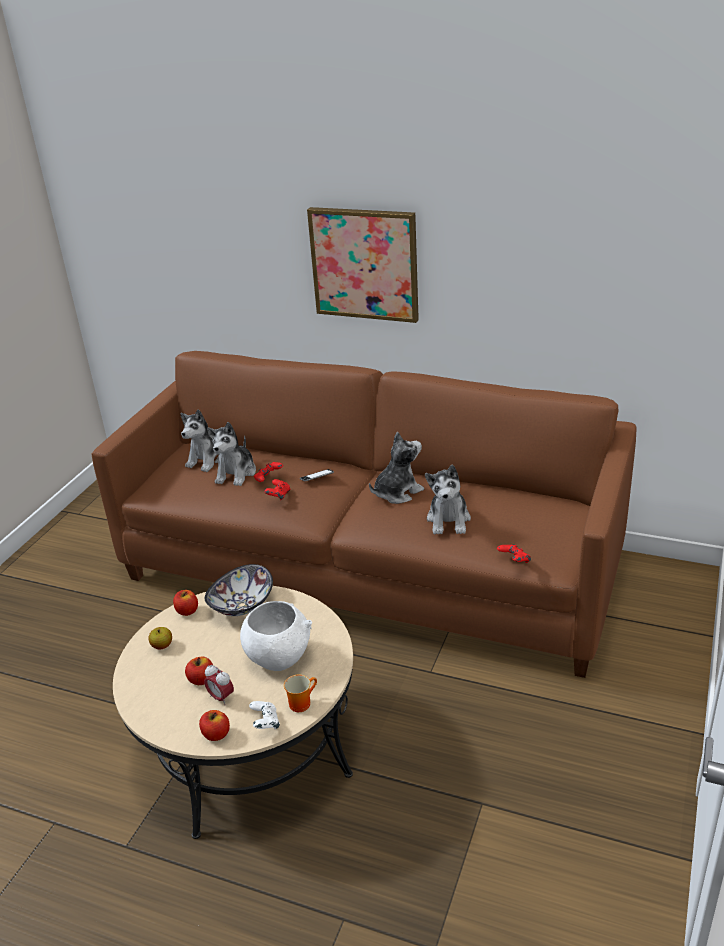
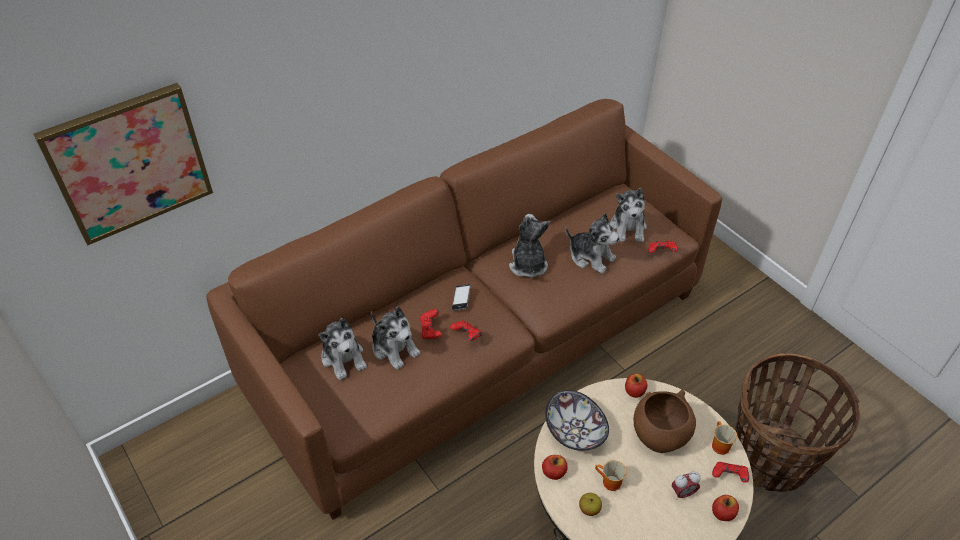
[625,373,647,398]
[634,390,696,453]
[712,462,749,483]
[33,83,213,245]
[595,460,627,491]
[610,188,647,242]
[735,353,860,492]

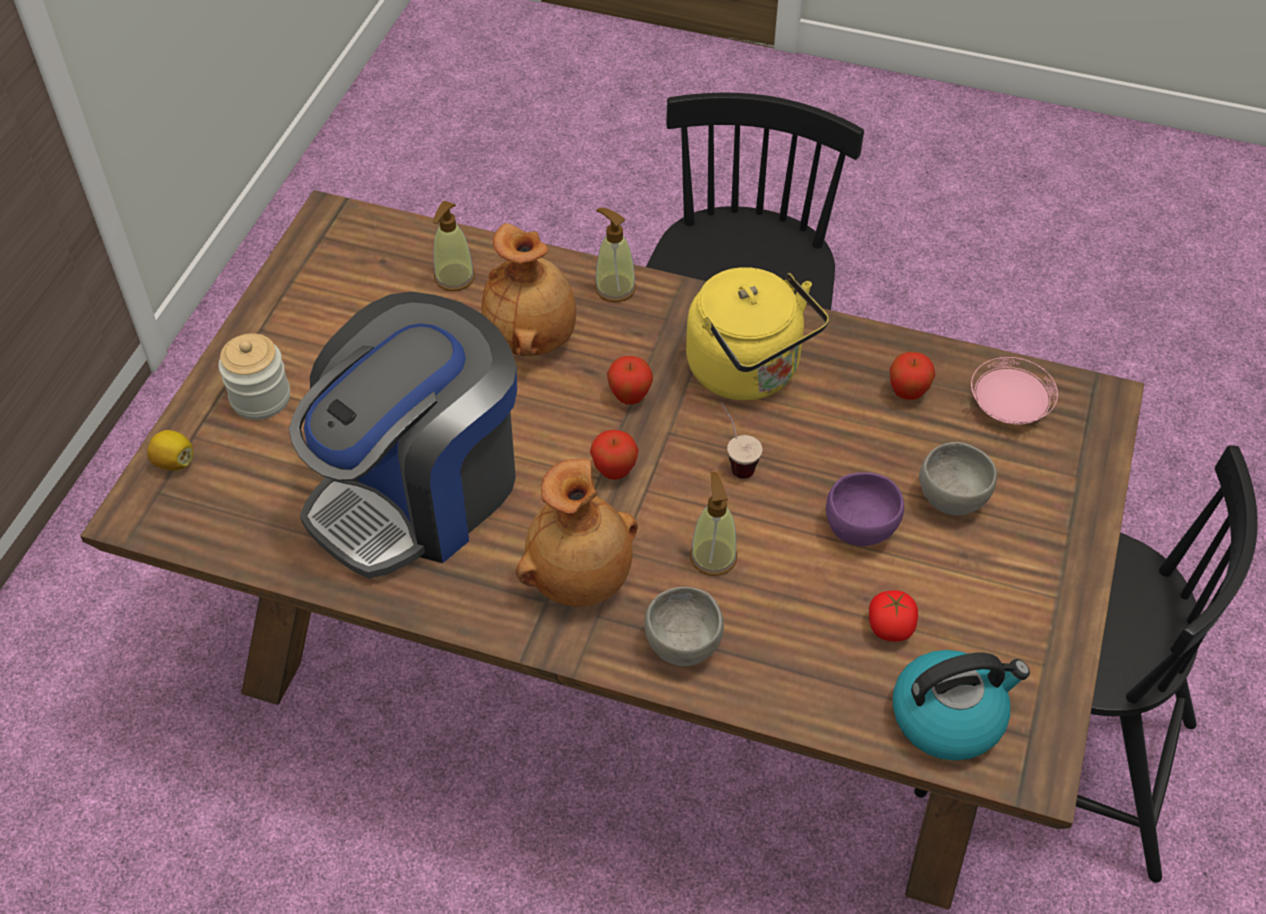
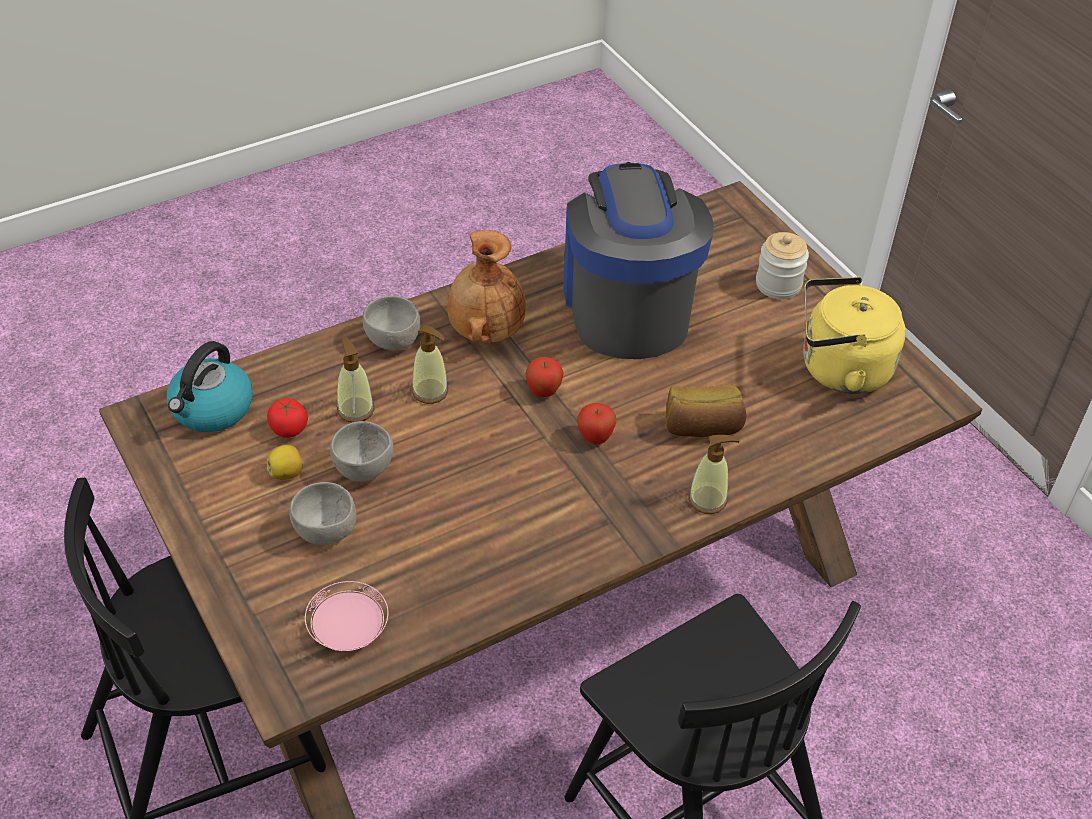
[267,444,303,480]
[337,336,375,422]
[665,385,746,437]
[803,277,906,394]
[721,402,763,479] (first image)
[330,421,393,482]
[890,352,935,400] (first image)

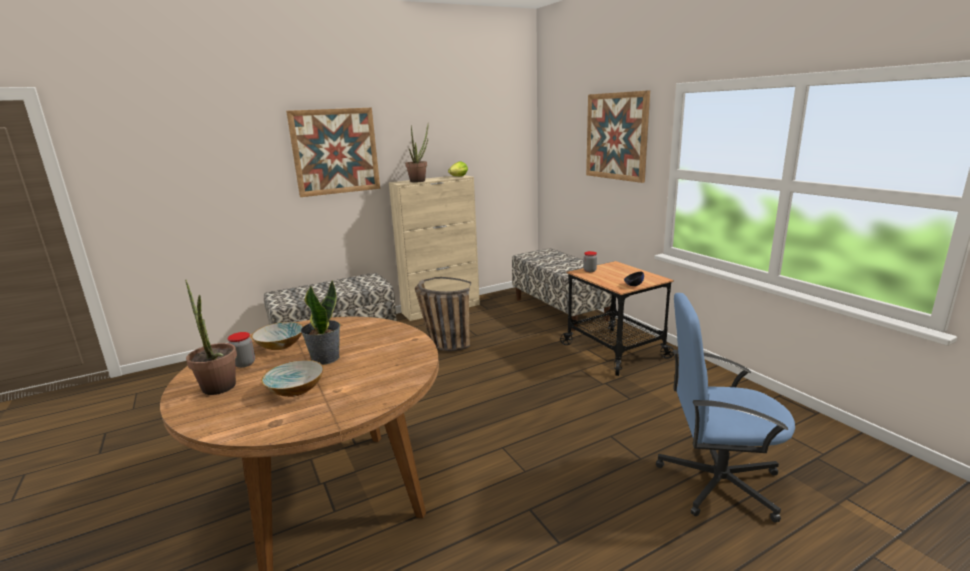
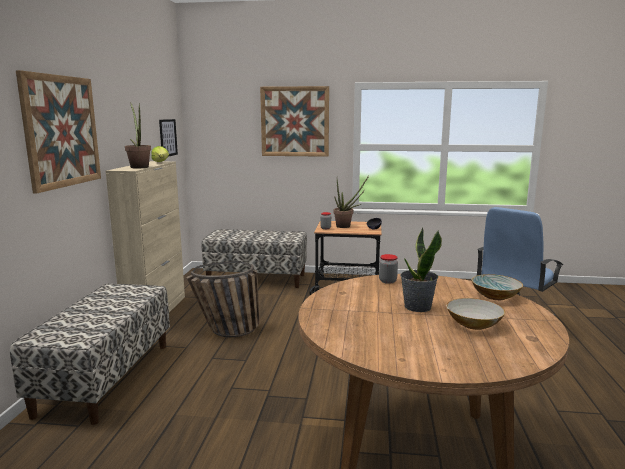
[333,176,369,228]
[379,254,398,284]
[472,274,523,300]
[159,119,178,157]

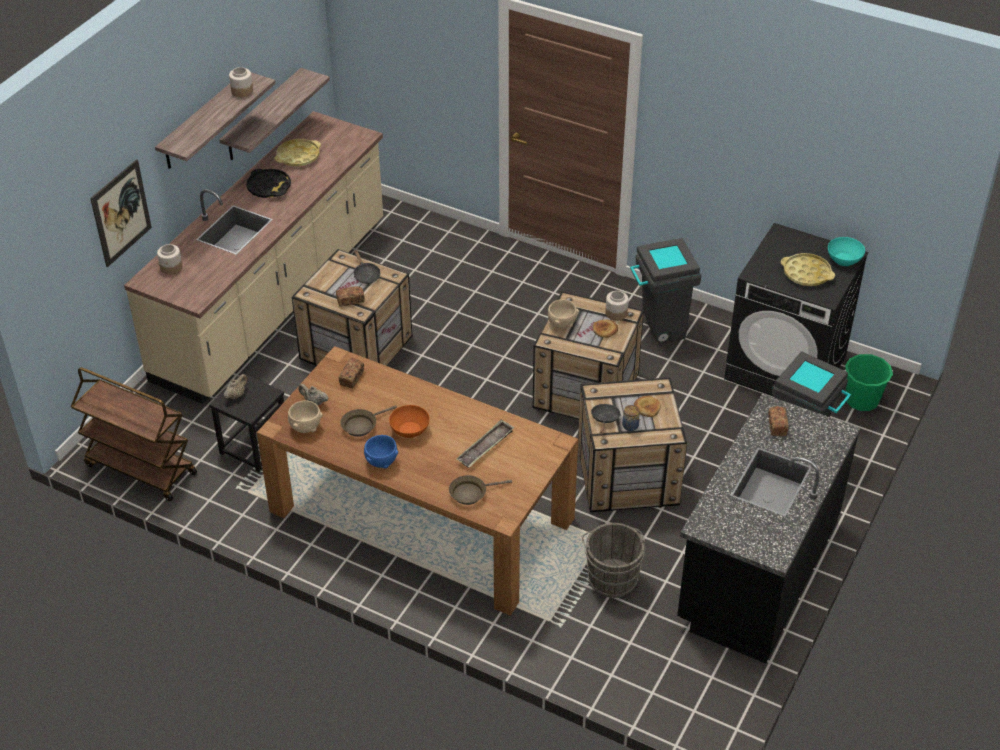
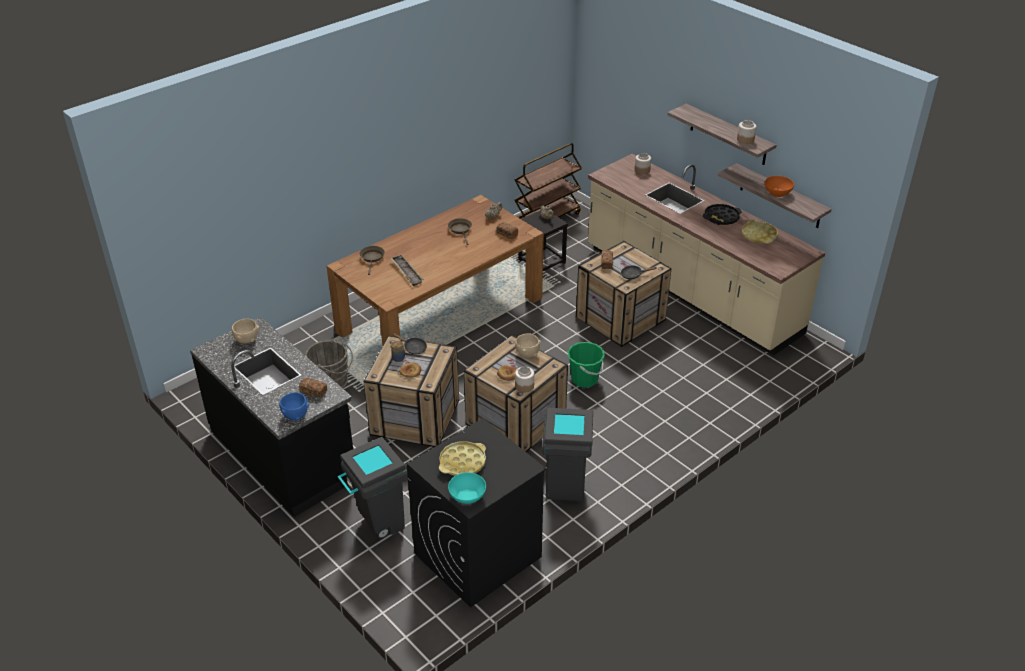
[90,159,152,267] (first image)
[232,319,259,344]
[279,392,309,421]
[765,176,794,197]
[567,342,605,388]

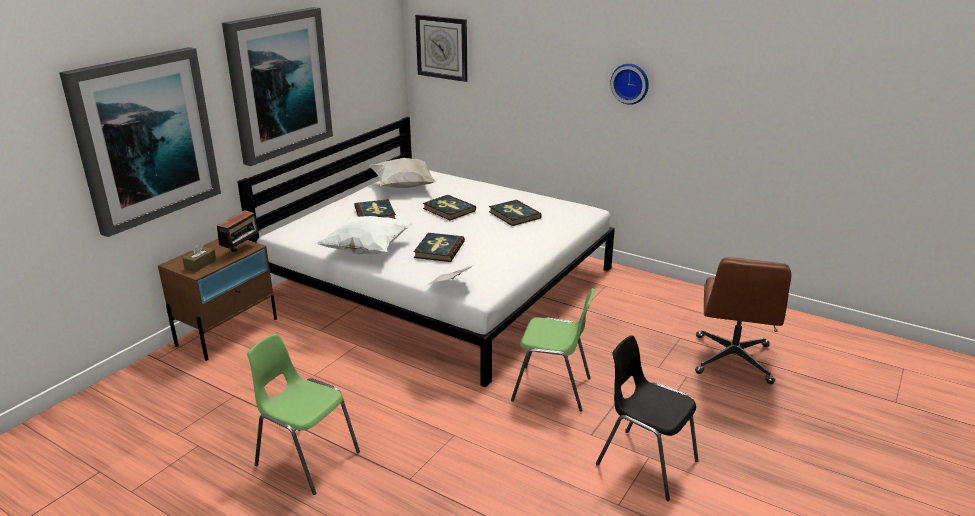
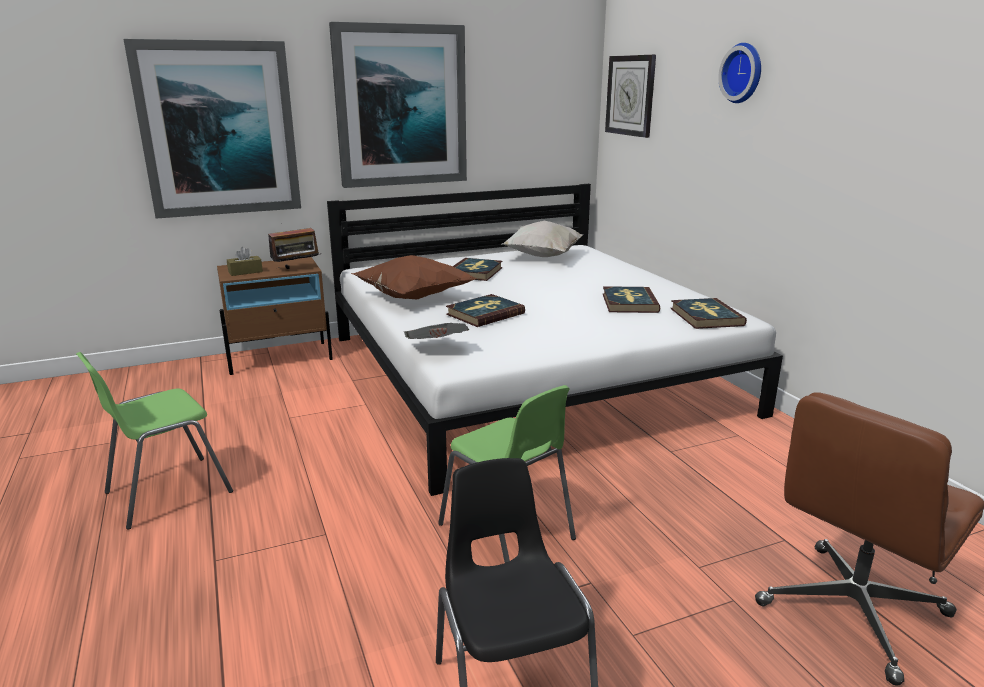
[76,352,233,529]
[351,255,476,300]
[670,298,747,329]
[718,43,761,103]

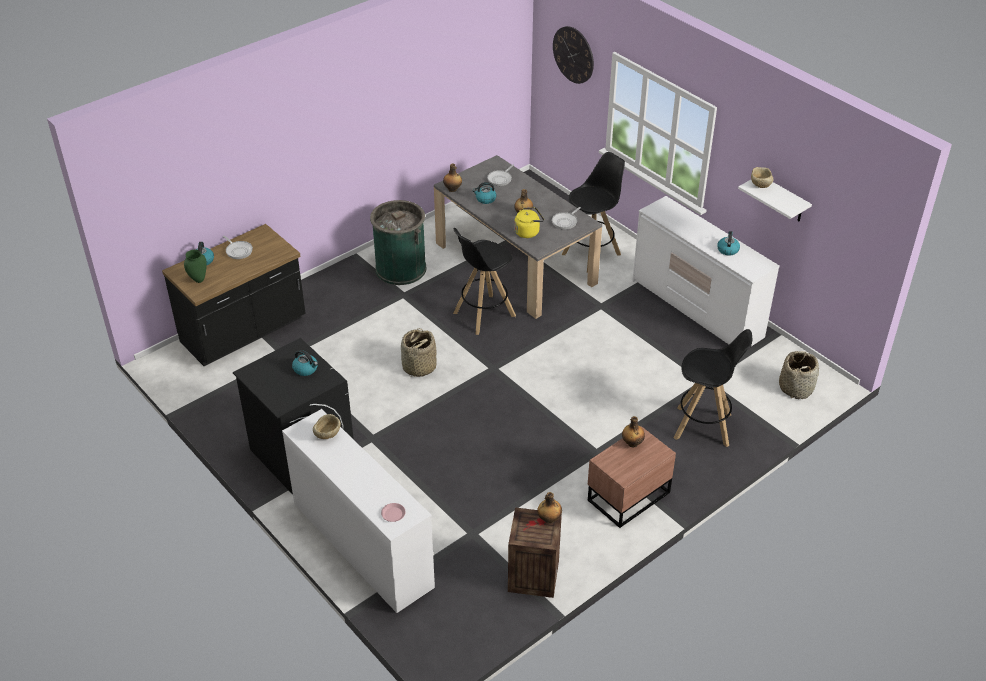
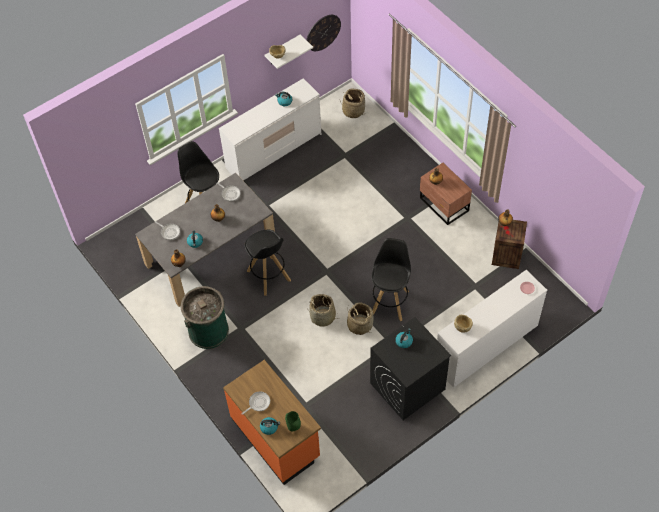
[223,360,321,485]
[514,207,544,238] (first image)
[306,15,341,51]
[372,238,411,322]
[347,302,373,335]

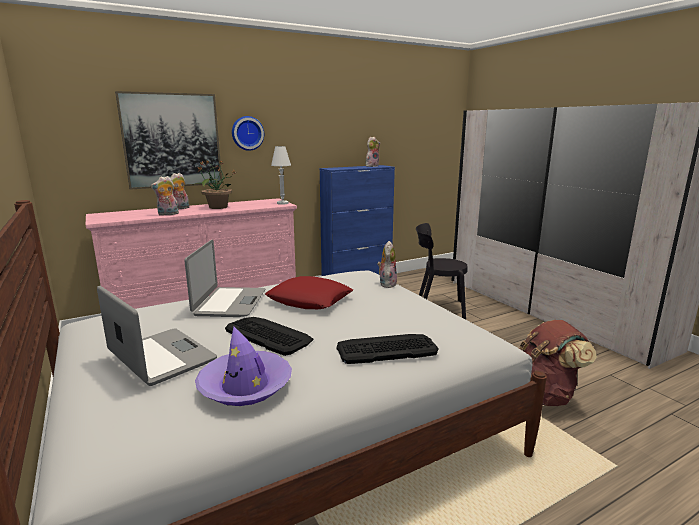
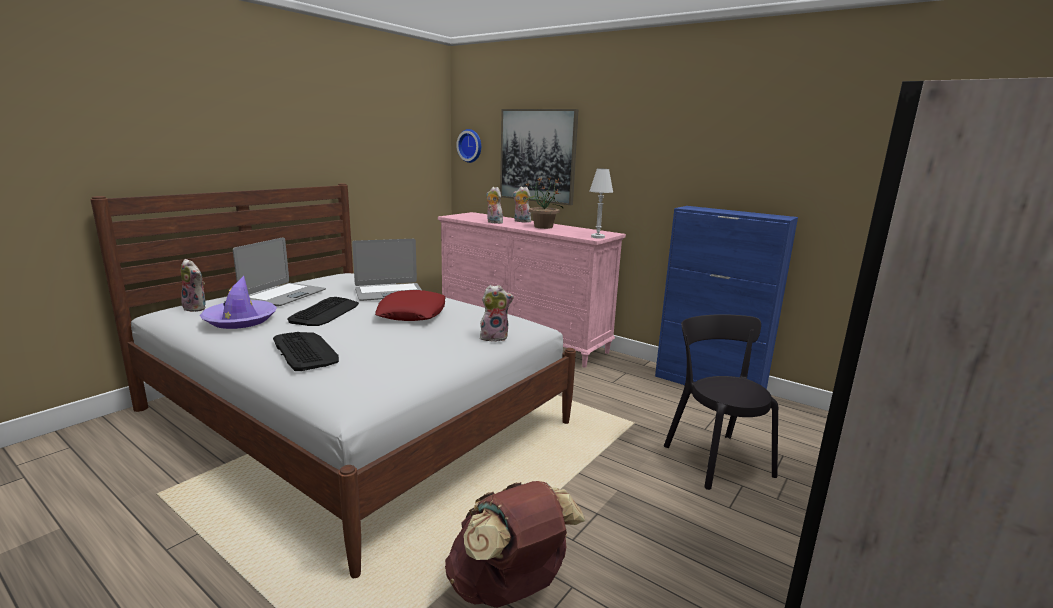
[456,129,481,163]
[181,259,206,312]

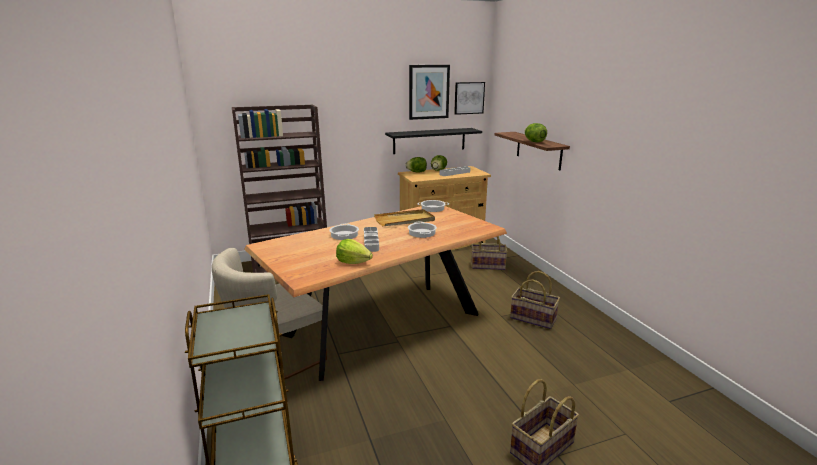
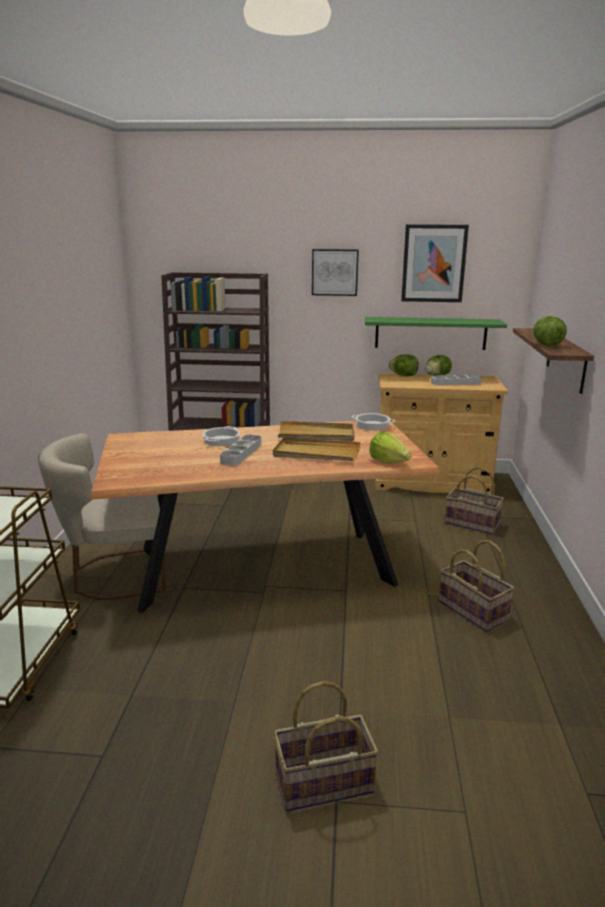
[369,432,411,463]
[365,317,507,350]
[273,438,360,461]
[312,249,359,296]

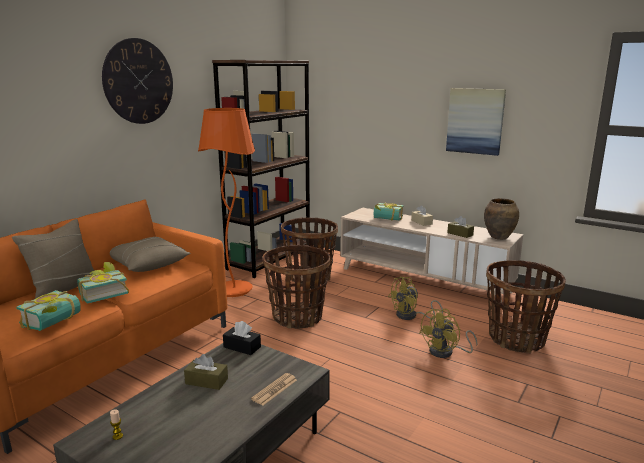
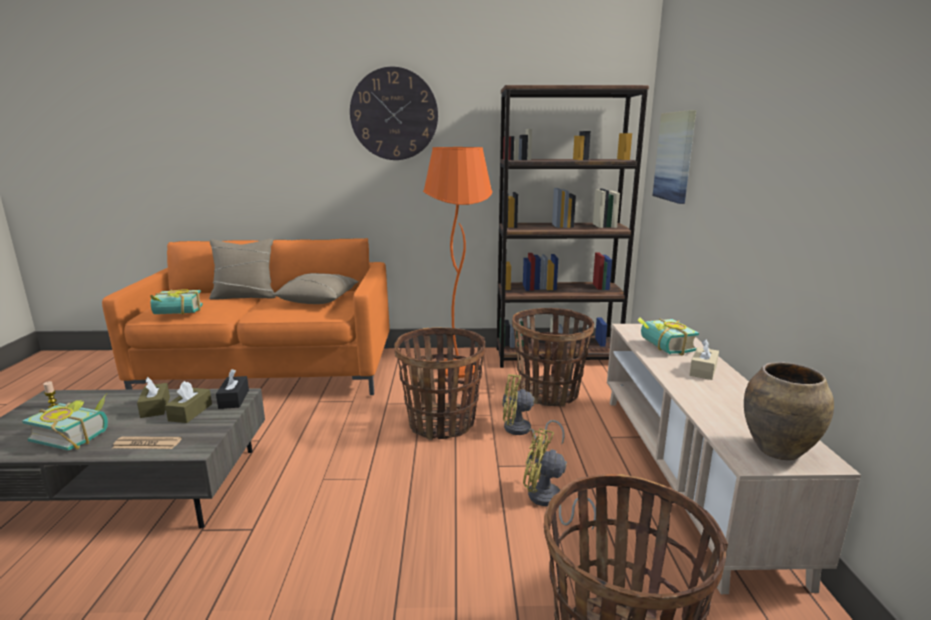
[22,394,108,450]
[502,374,565,445]
[653,110,696,204]
[165,381,212,423]

